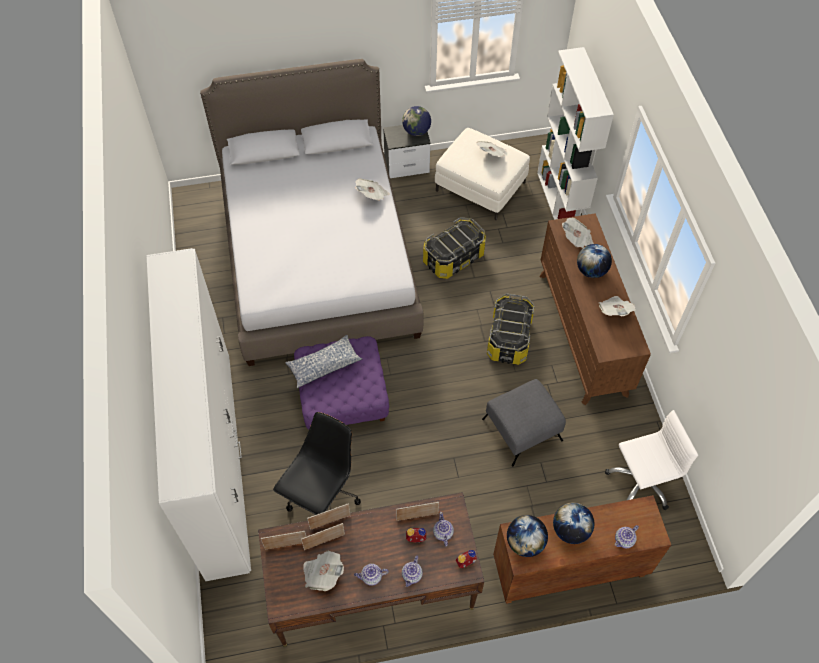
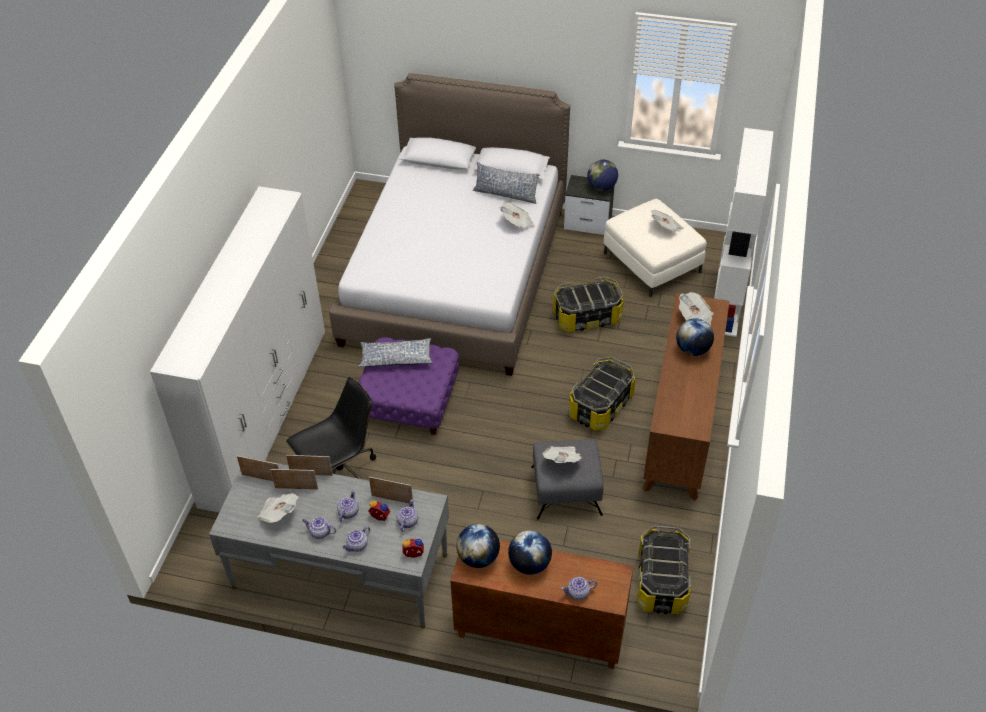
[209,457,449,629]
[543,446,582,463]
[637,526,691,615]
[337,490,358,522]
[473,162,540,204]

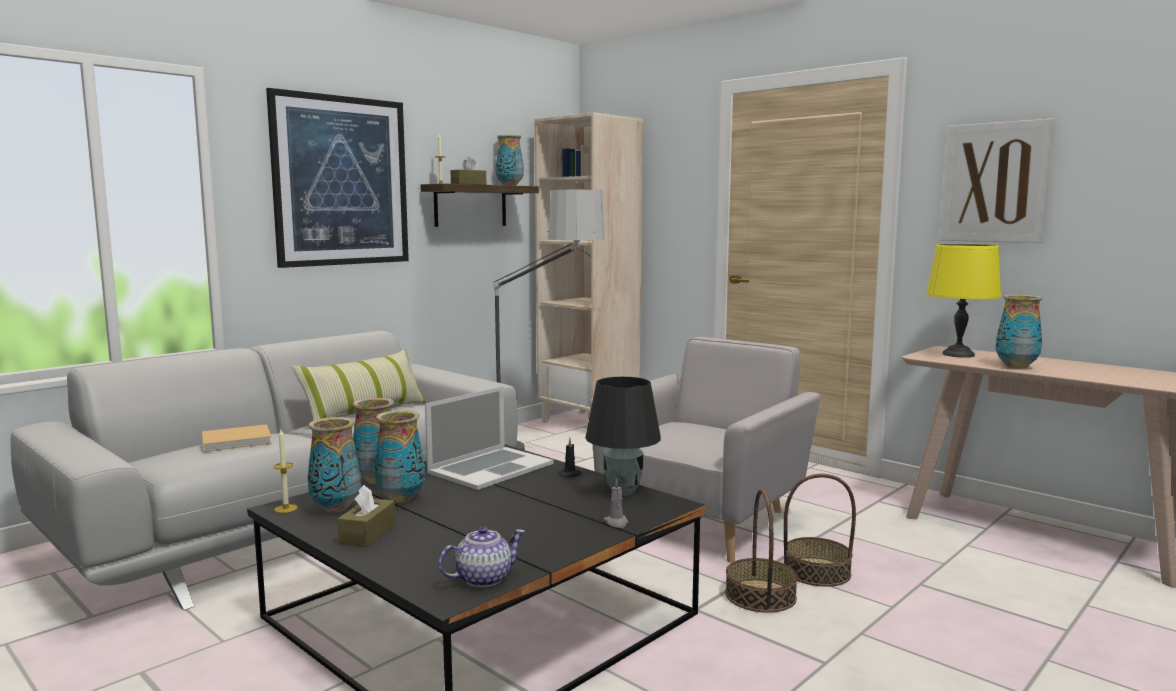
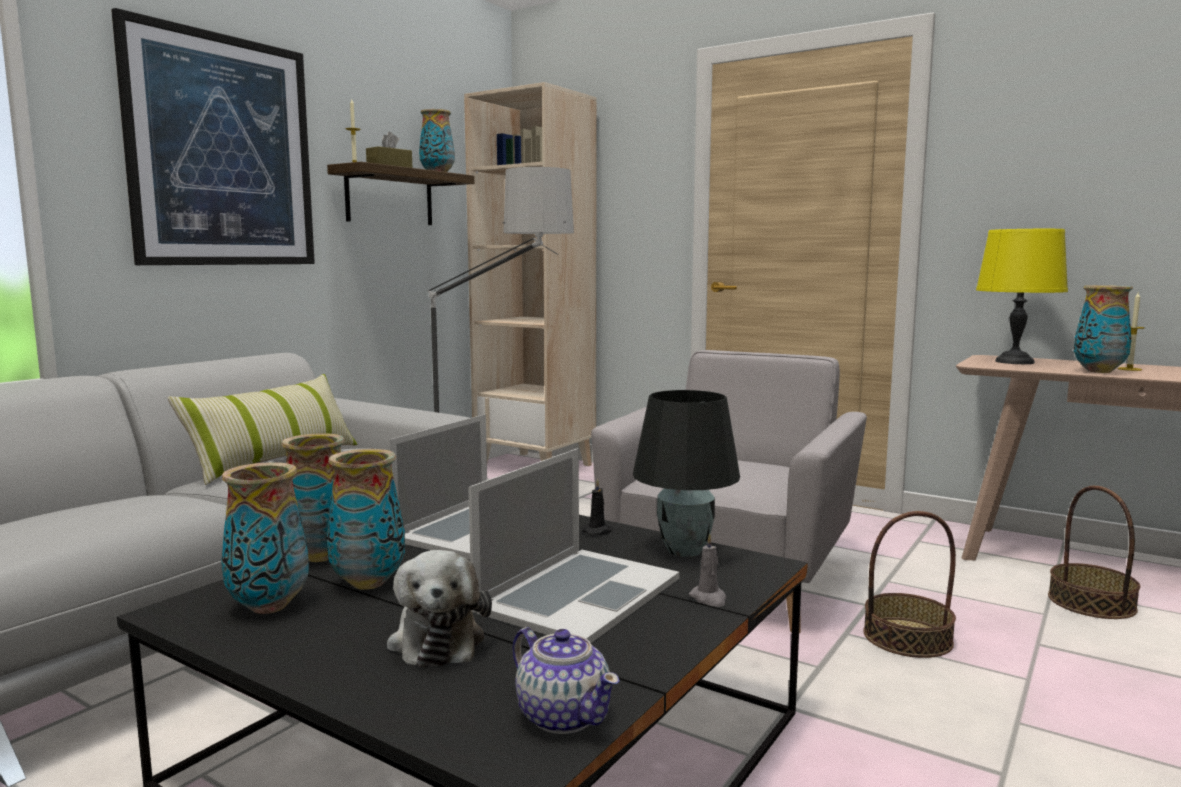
[202,424,272,452] (first image)
[1117,292,1145,371]
[338,485,396,547] (first image)
[513,627,619,734]
[1048,486,1140,619]
[940,118,1055,243] (first image)
[387,550,492,668]
[468,448,680,643]

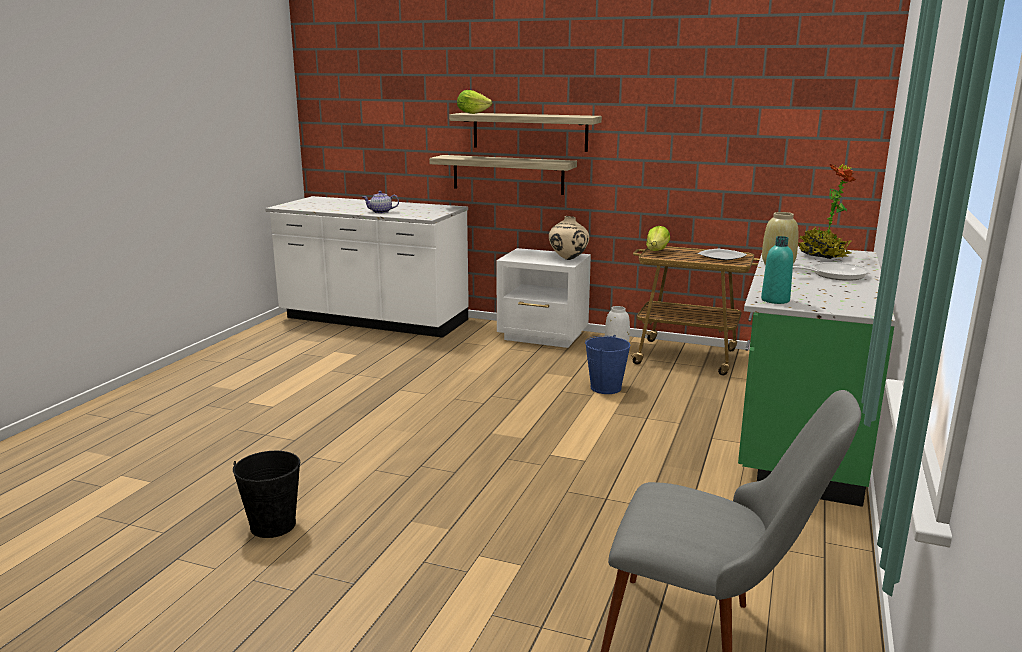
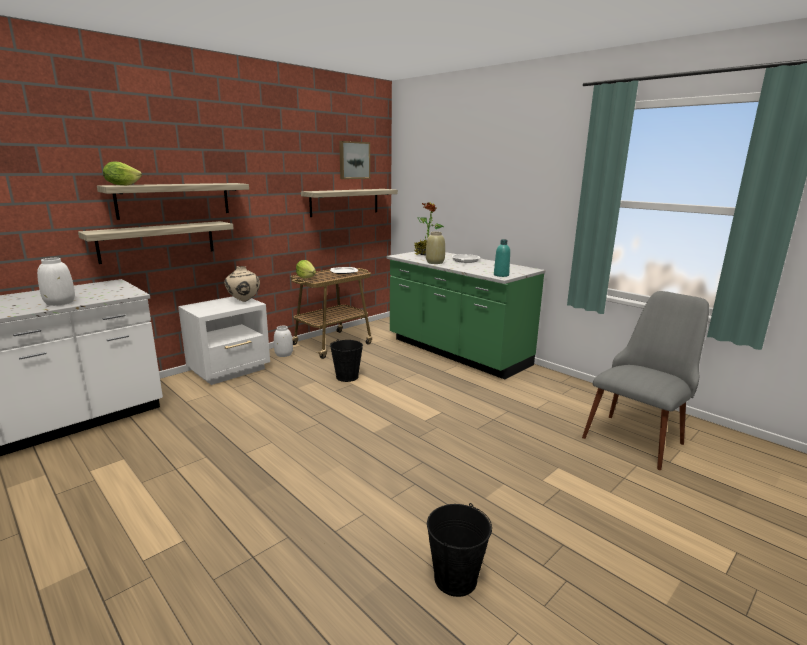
[37,258,75,306]
[330,339,363,382]
[301,189,398,217]
[339,141,370,179]

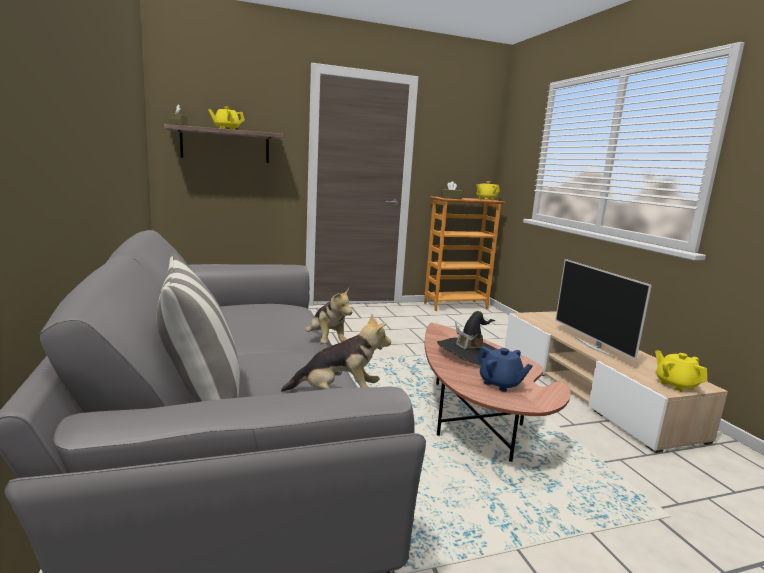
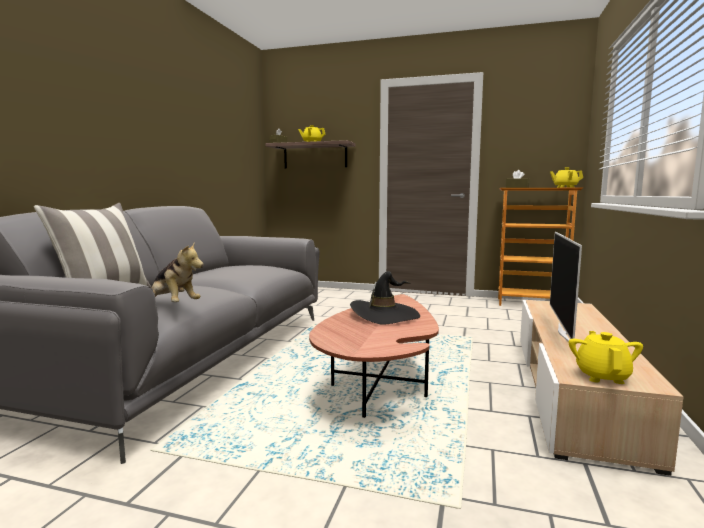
[306,288,352,344] (first image)
[477,346,533,392] (first image)

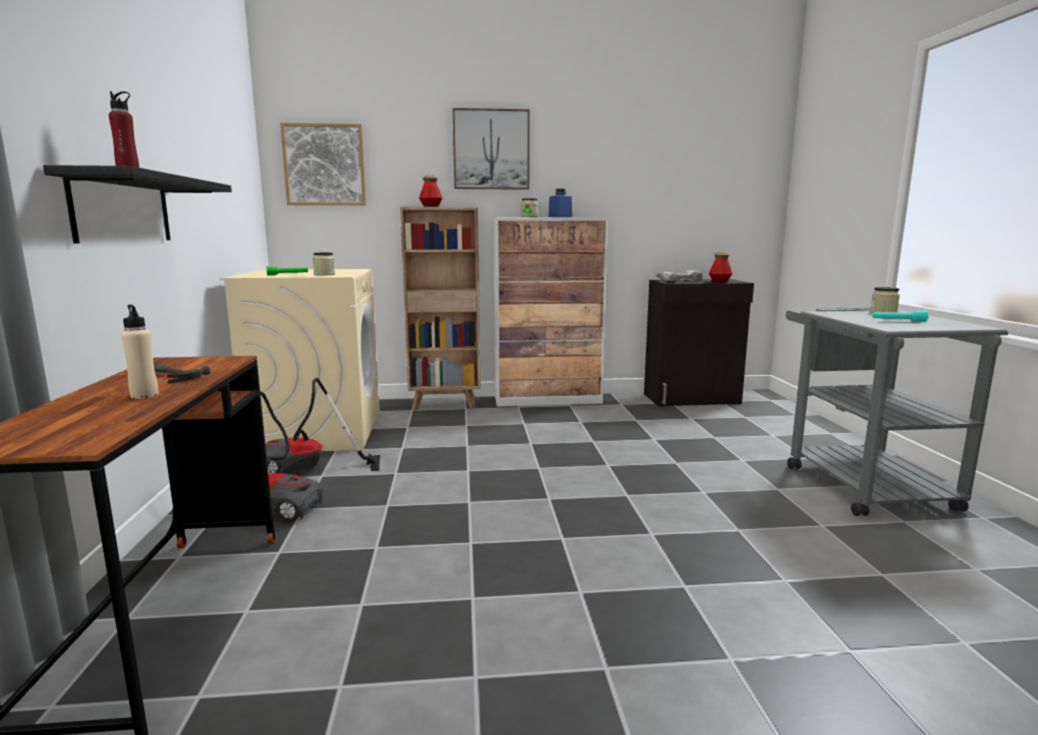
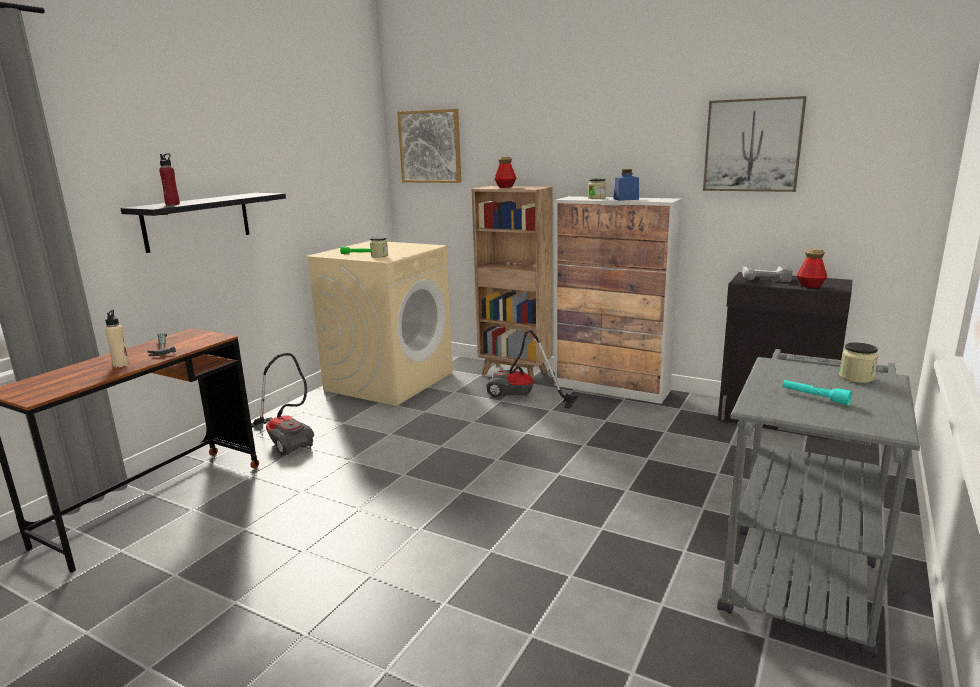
[486,330,578,409]
[703,96,807,192]

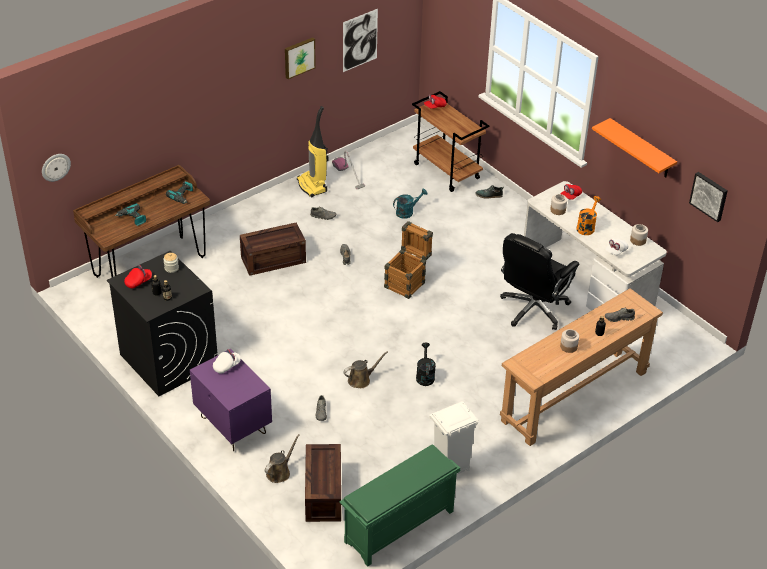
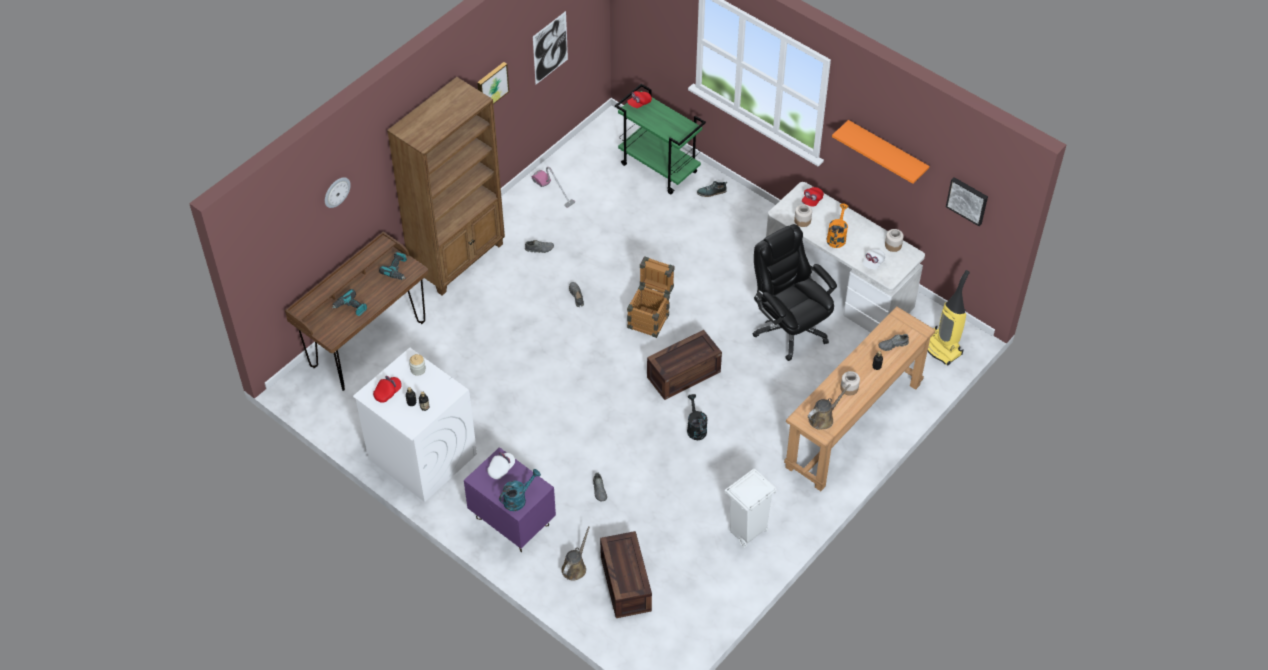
[325,177,351,208]
[353,348,477,502]
[647,330,722,400]
[927,270,970,365]
[340,445,460,567] (first image)
[808,384,851,430]
[499,469,541,511]
[615,84,706,194]
[752,224,837,361]
[387,77,505,295]

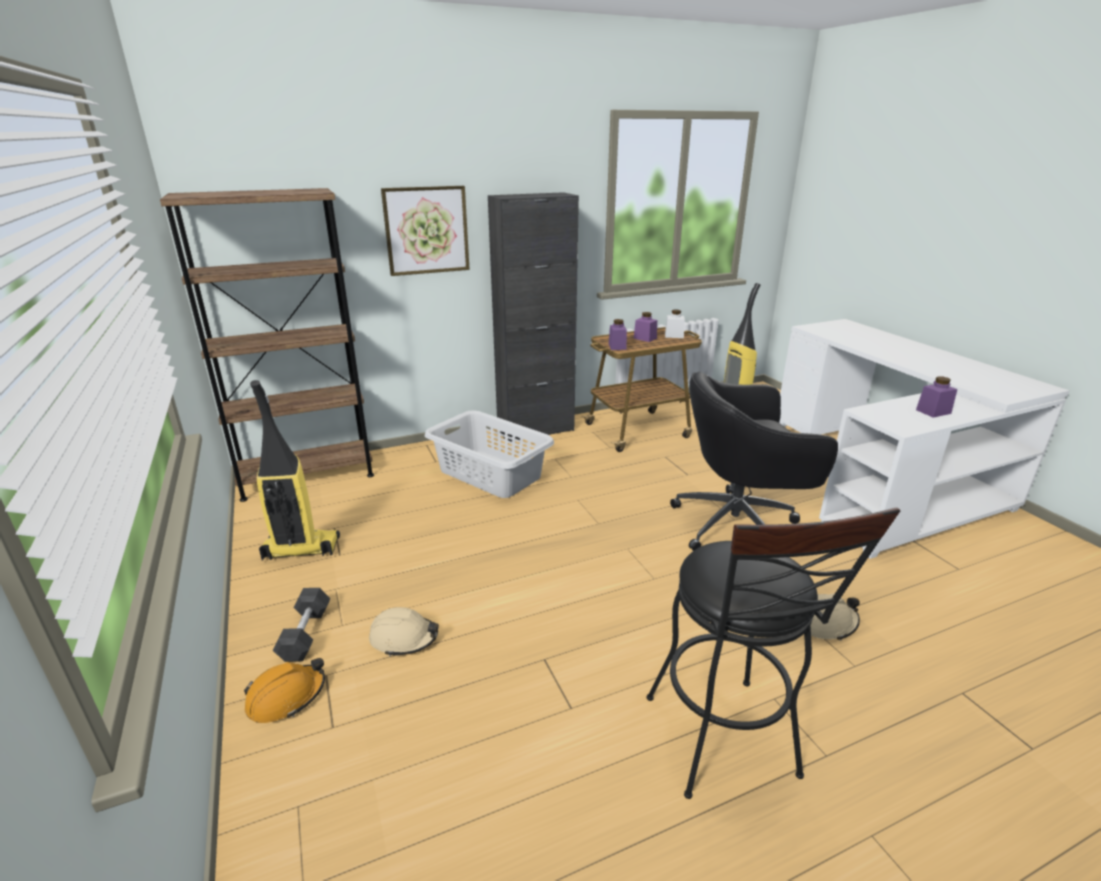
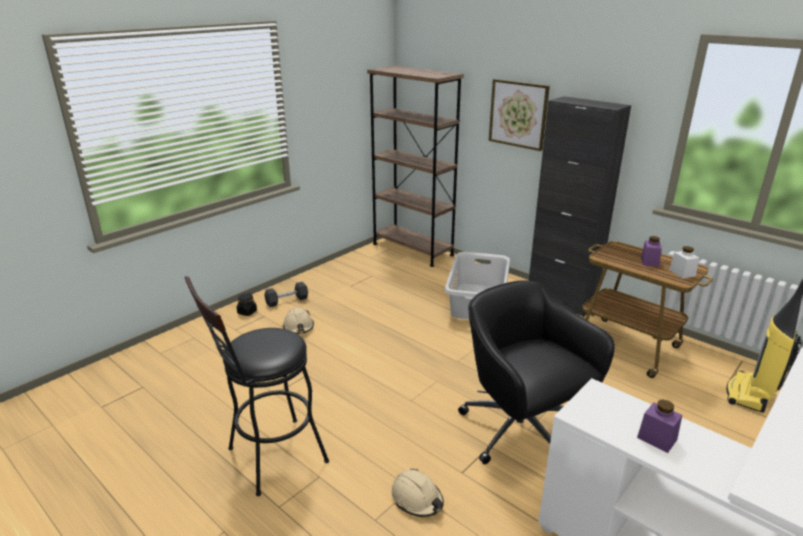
[237,293,257,316]
[250,380,340,561] (first image)
[609,319,627,350] (first image)

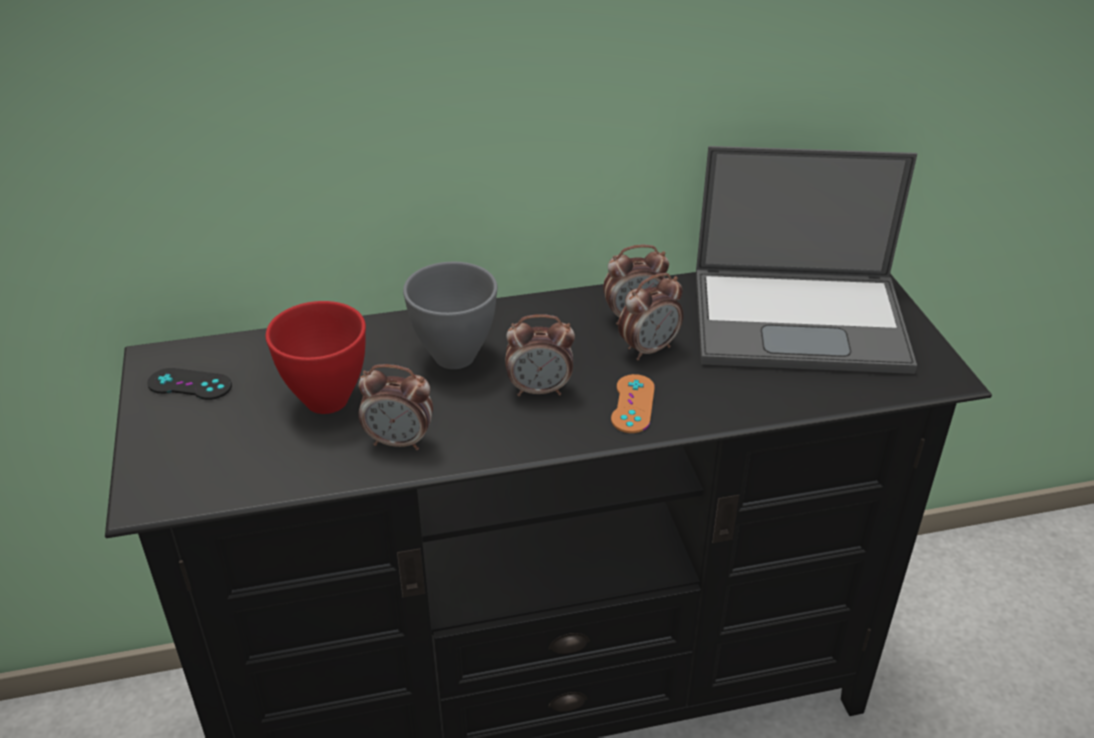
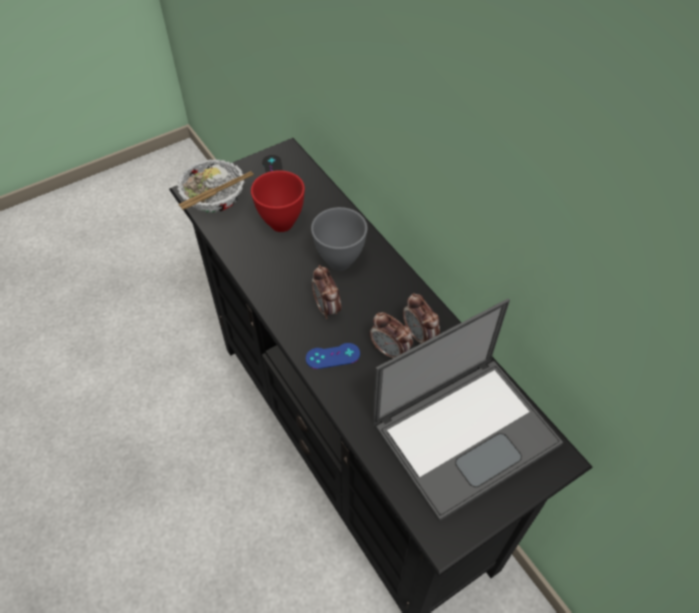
[358,364,433,450] (first image)
[306,343,360,369]
[372,299,563,521]
[177,159,254,213]

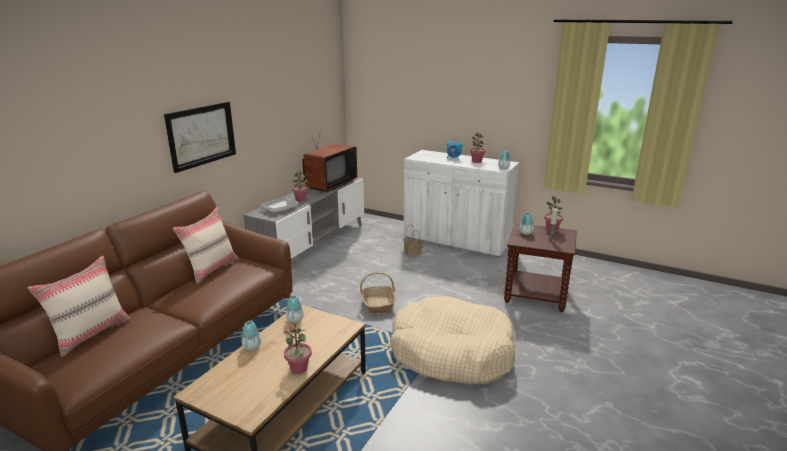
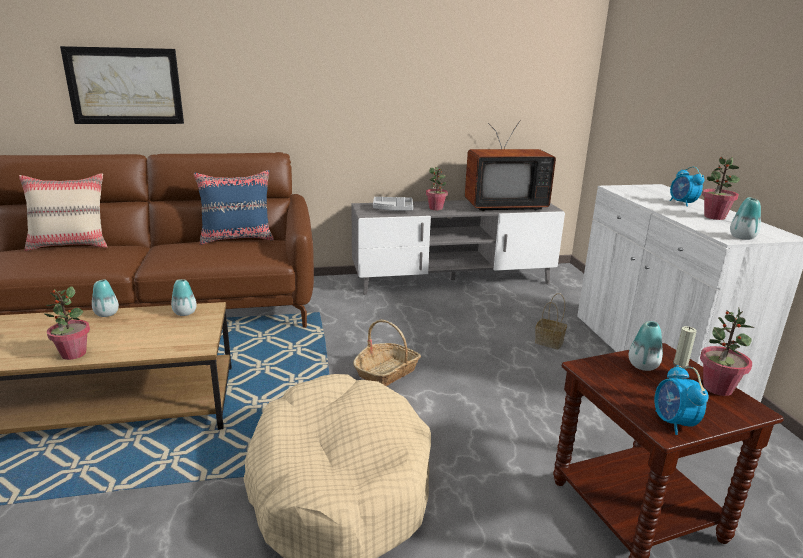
[60,46,184,124]
[194,170,274,245]
[654,365,709,435]

